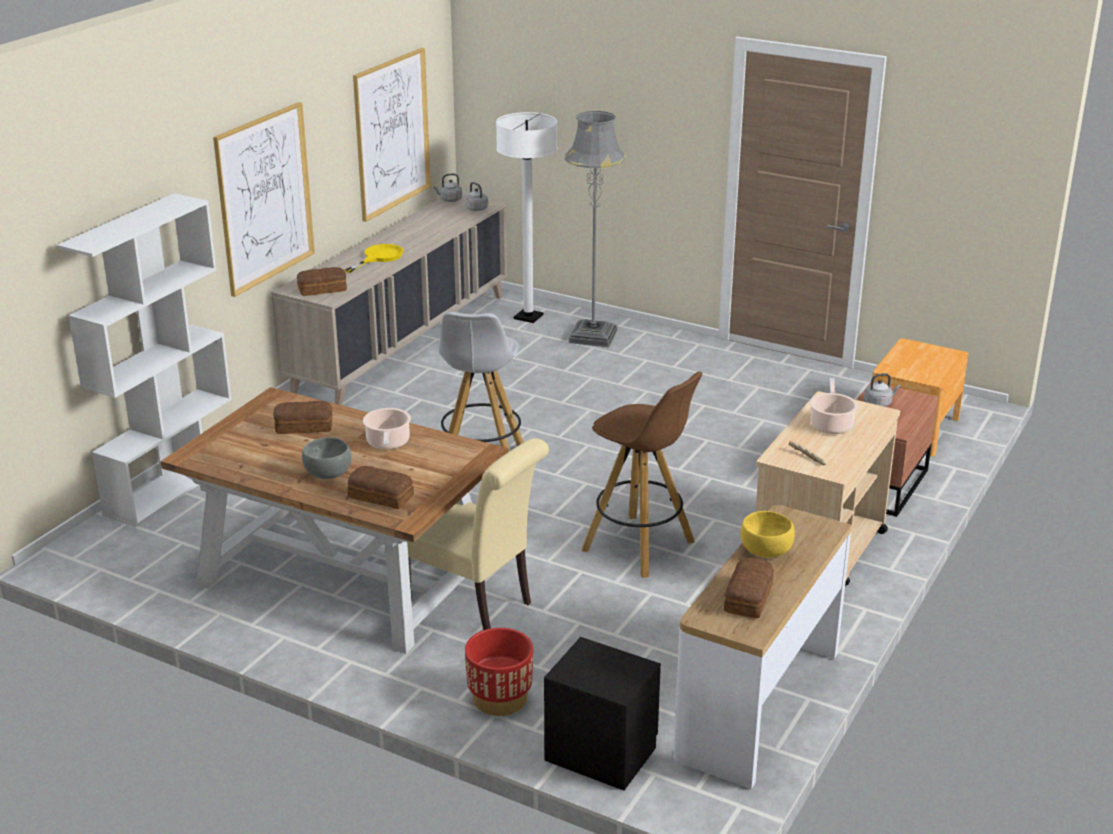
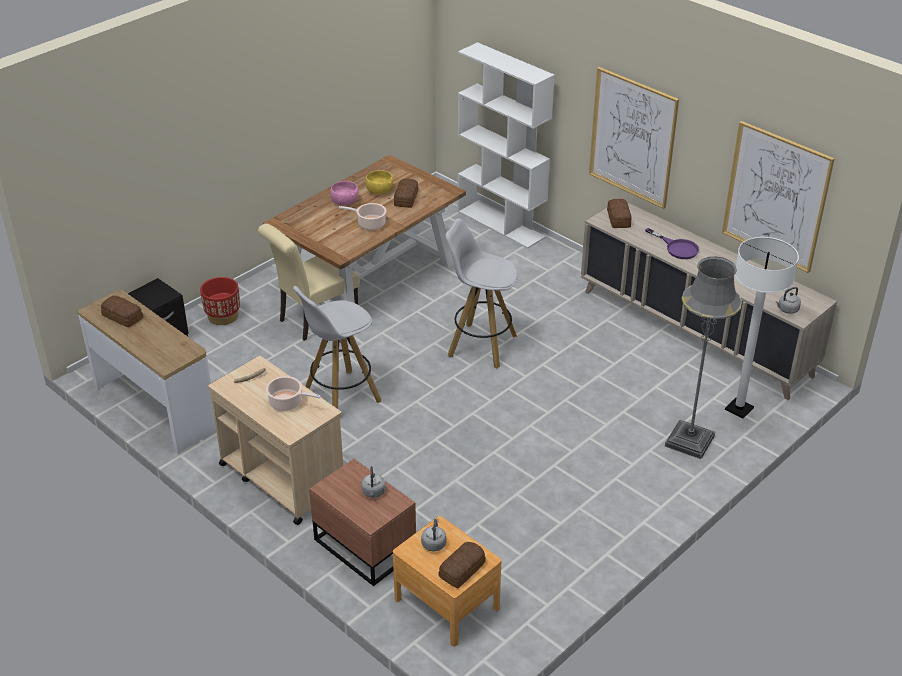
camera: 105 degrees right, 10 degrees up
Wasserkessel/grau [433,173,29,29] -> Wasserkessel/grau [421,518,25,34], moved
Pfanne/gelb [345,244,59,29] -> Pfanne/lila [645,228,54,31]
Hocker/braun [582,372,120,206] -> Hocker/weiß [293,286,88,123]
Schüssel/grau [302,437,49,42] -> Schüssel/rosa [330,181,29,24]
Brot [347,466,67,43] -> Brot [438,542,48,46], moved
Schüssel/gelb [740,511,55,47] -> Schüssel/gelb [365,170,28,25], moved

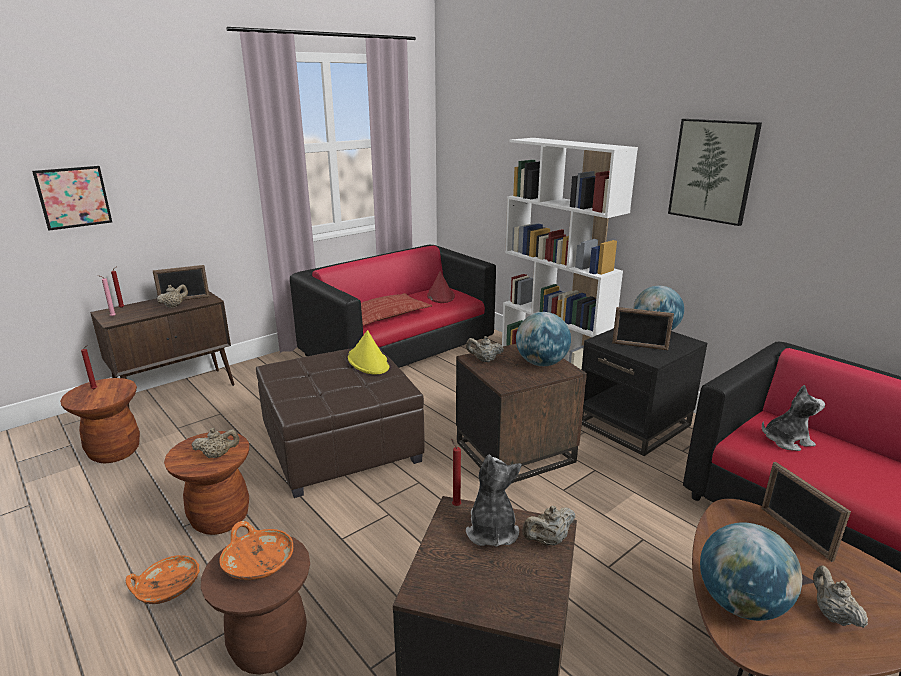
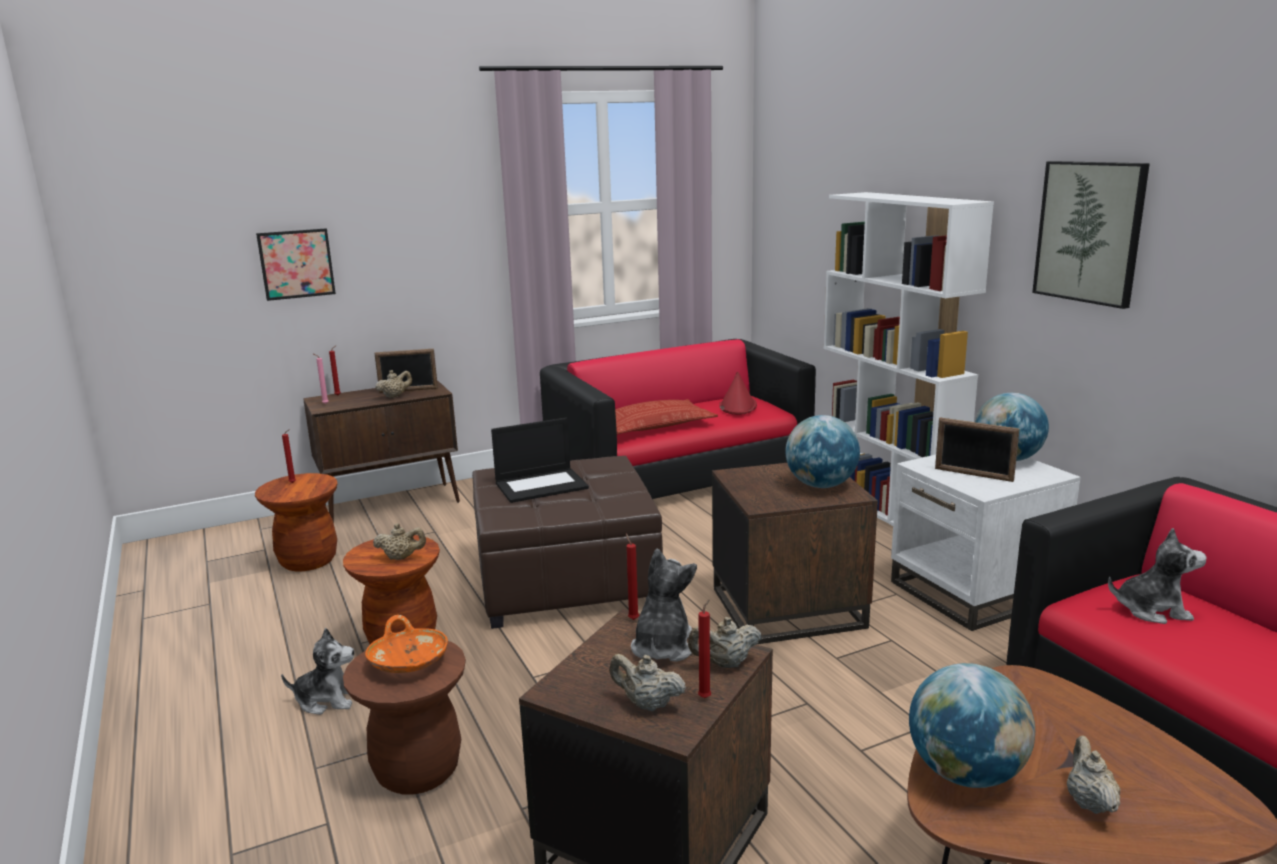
camera: 15 degrees right, 5 degrees down
Beistelltisch/schwarz [582,328,125,128] -> Beistelltisch/weiß [891,455,190,176]
Hut/gelb [348,330,42,45] -> none
Teekanne/beige [466,336,38,26] -> Teekanne/beige [609,654,77,57], moved
Bilderrahmen [761,462,90,100] -> none
Schüssel/orange [126,555,74,49] -> Plüschtier [281,628,73,87]
none -> Laptop [491,418,98,85]
none -> Kerze/rot [698,599,13,99]

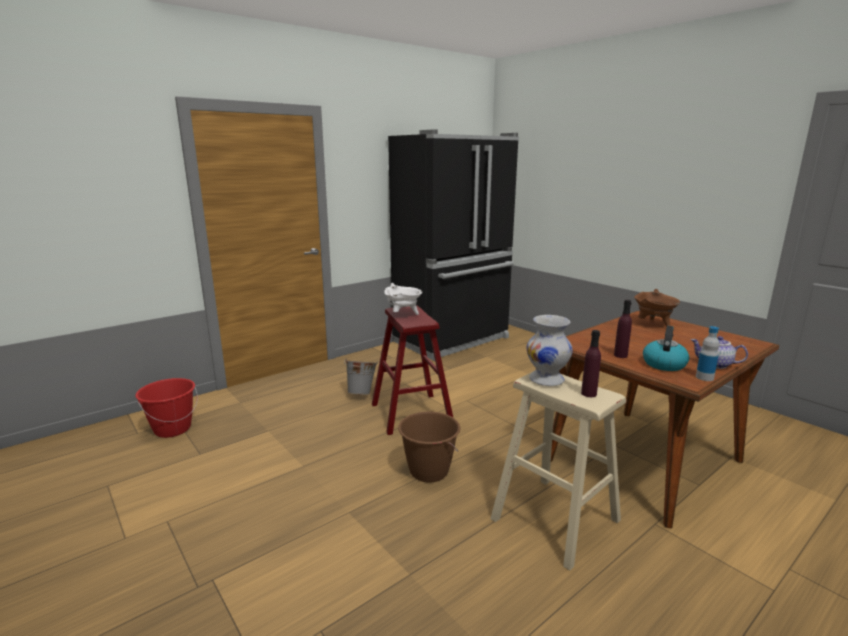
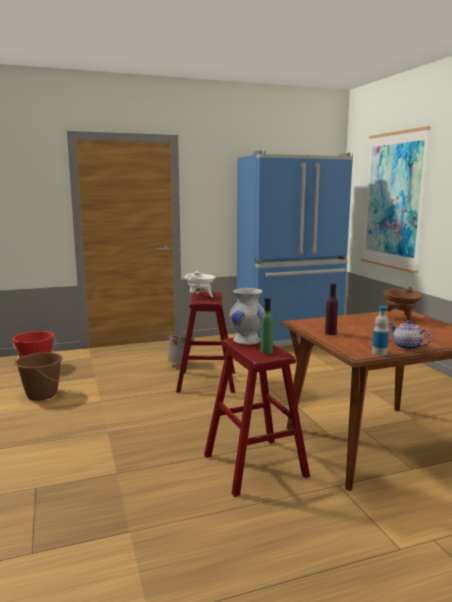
camera: 20 degrees right, 5 degrees down
Kühlschrank/schwarz [388,130,131,231] -> Kühlschrank/blau [237,150,116,197]
Wasserkessel [643,326,46,45] -> none
Flasche/lila [581,330,20,67] -> Flasche/grün [260,298,13,56]
Hocker/beige [490,371,136,200] -> Hocker/rot [204,335,106,162]
Eimer/braun [398,412,62,71] -> Eimer/braun [15,352,48,49], moved
none -> Bild [361,126,70,147]

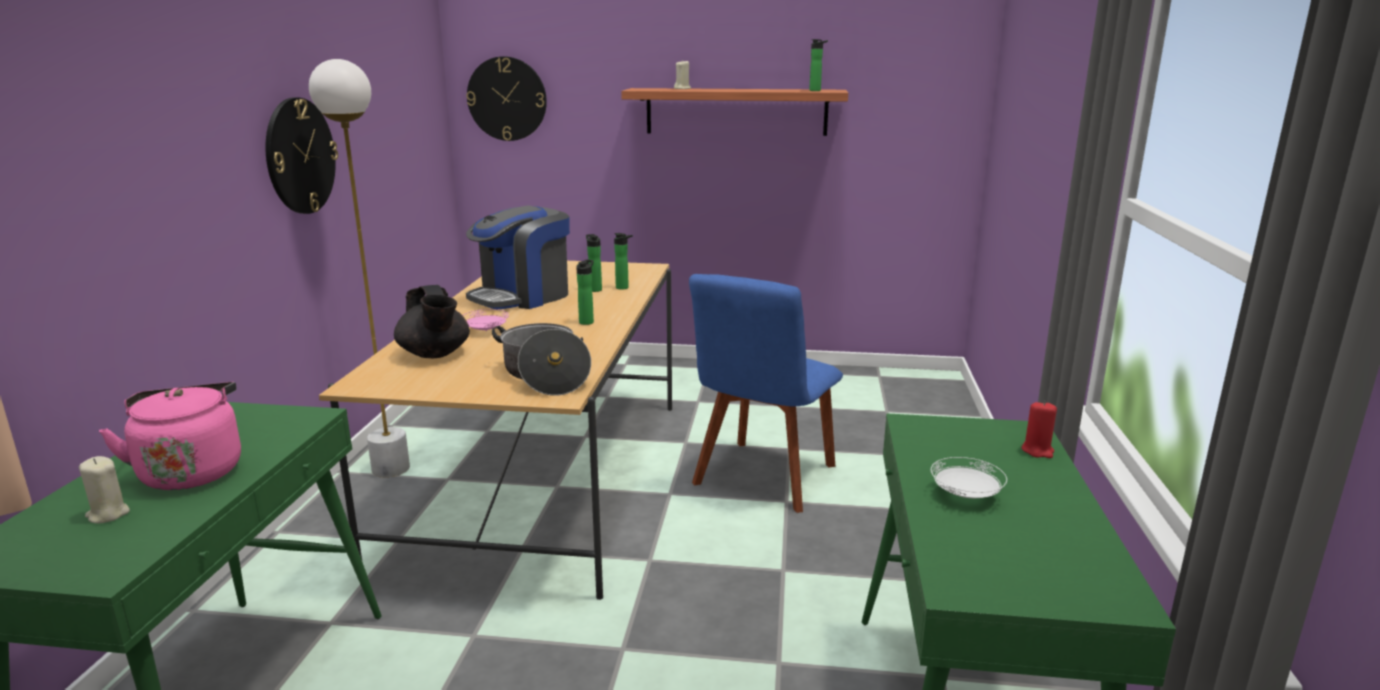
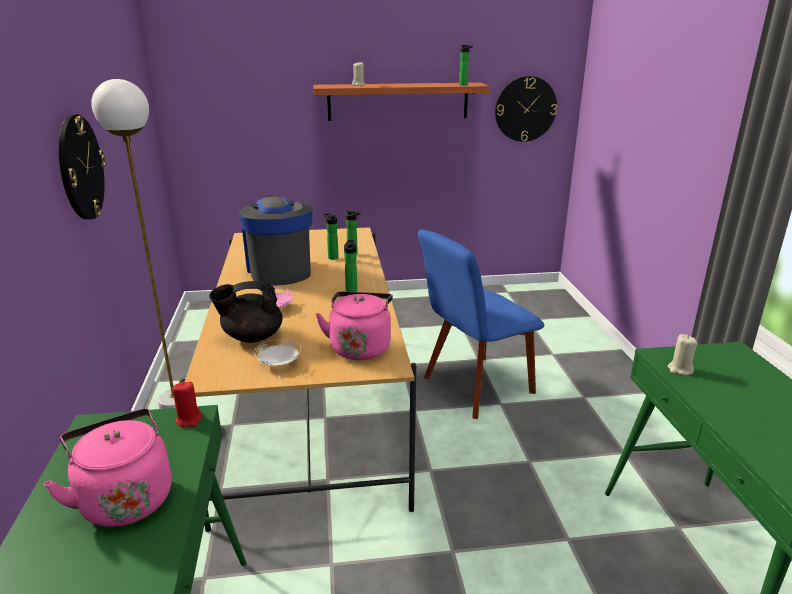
camera: 15 degrees left, 5 degrees up
Wanduhr [466,56,81,85] -> Wanduhr [495,76,62,66], moved
Kaffeemaschine [466,206,104,103] -> Kaffeemaschine [239,195,74,91], 135 degrees clockwise
Stuhl/blau [689,274,154,239] -> Stuhl/blau [418,229,126,190], 45 degrees clockwise
Teekanne/schwarz [394,285,76,73] -> Teekanne/schwarz [209,281,74,62], 120 degrees clockwise
Kochtopf [492,323,99,73] -> Wasserkessel/rosa [316,291,77,69]
Kerze/rot [1022,401,35,57] -> Kerze/rot [172,381,30,47], moved
Kerze/beige [79,456,51,67] -> Kerze/beige [668,334,29,41], moved
Teller/weiß [931,457,76,42] -> Teller/weiß [254,339,47,27], moved

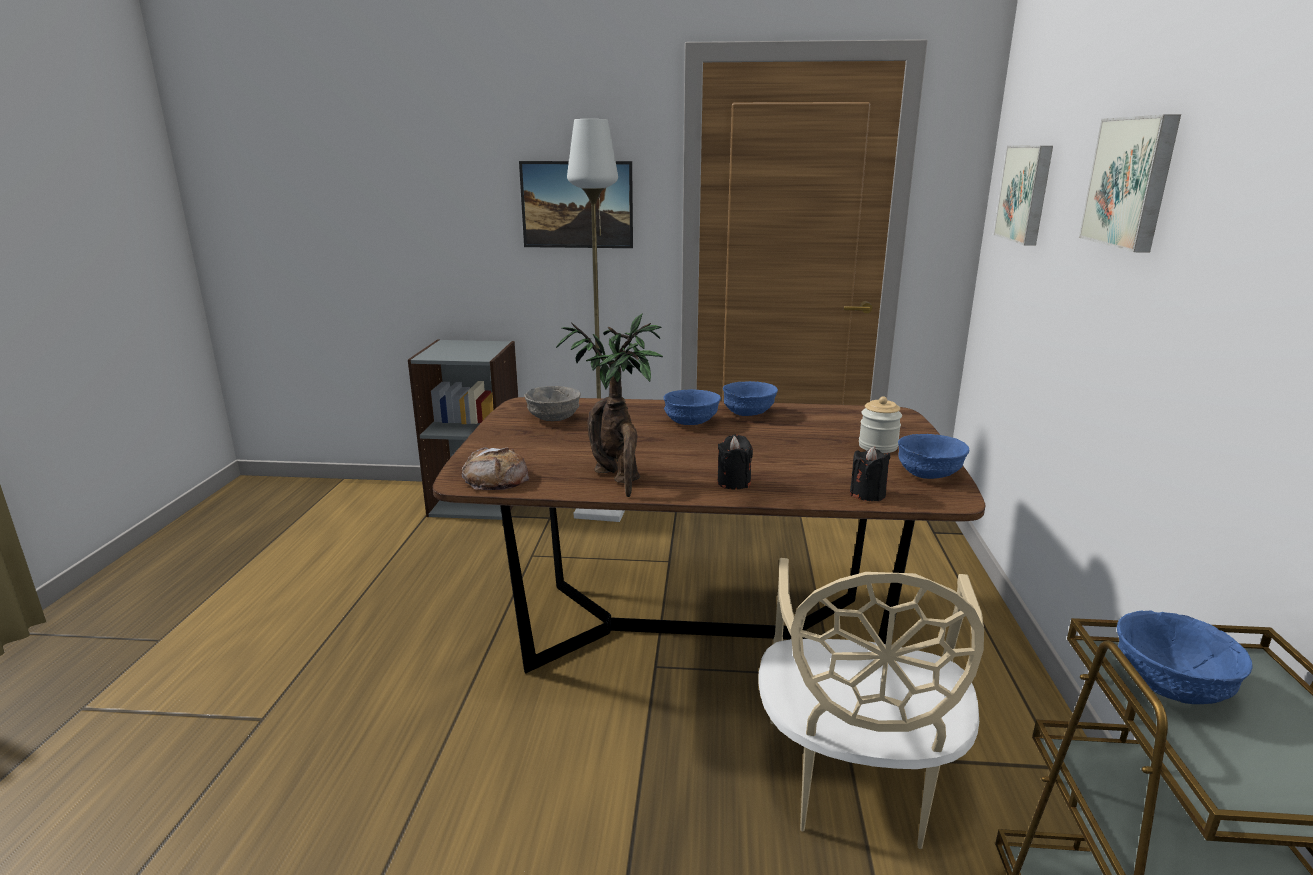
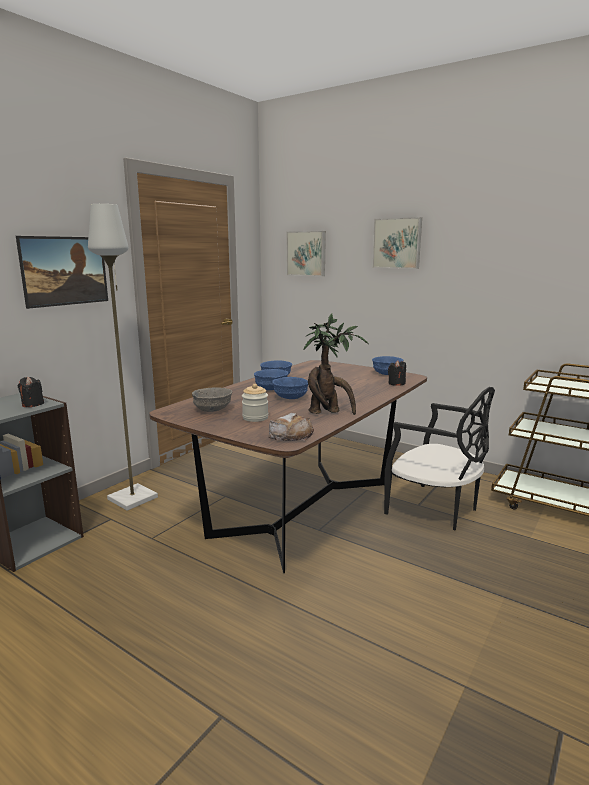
camera: 60 degrees left, 5 degrees down
Vorratsglas [859,397,43,56] -> Vorratsglas [242,384,26,38], moved
Kerze/schwarz [717,435,36,54] -> Kerze/schwarz [18,377,26,30], moved
Stuhl/beige [758,558,226,291] -> Stuhl/schwarz [384,387,111,144]
Schüssel/blau [1117,610,136,94] -> Schüssel/blau [272,377,36,22], moved

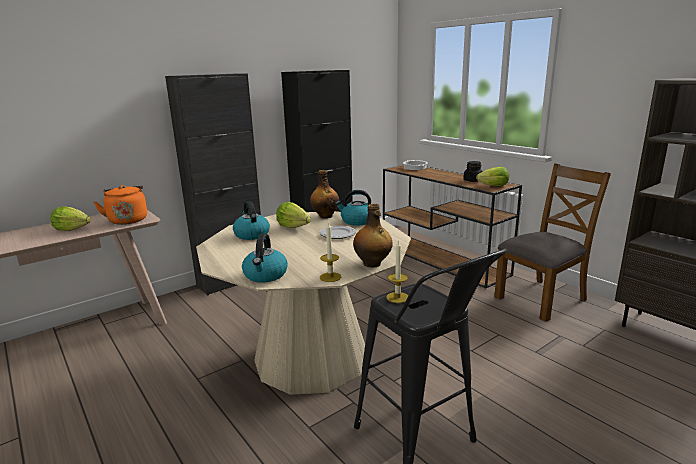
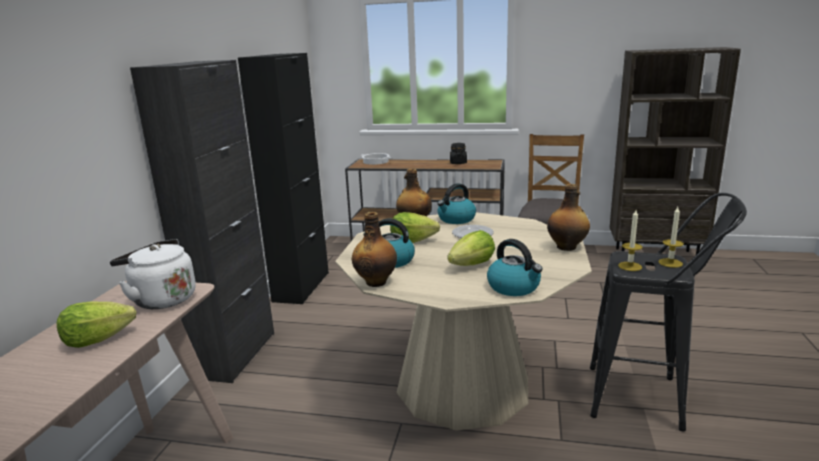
camera: 40 degrees left, 0 degrees up
Salatkopf [476,167,33,19] -> Salatkopf [447,230,48,36], moved
Wasserkessel/orange [94,185,53,40] -> Wasserkessel/weiß [110,239,86,70]
Kerze [320,223,21,59] -> Kerze [658,207,26,61], moved
none -> Flasche [352,212,45,75]

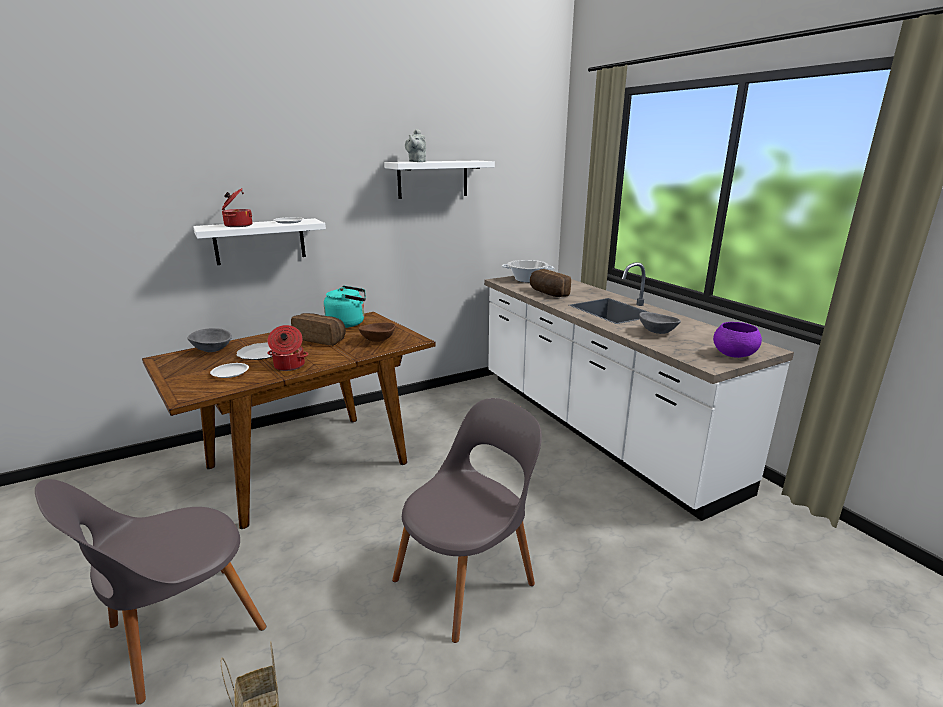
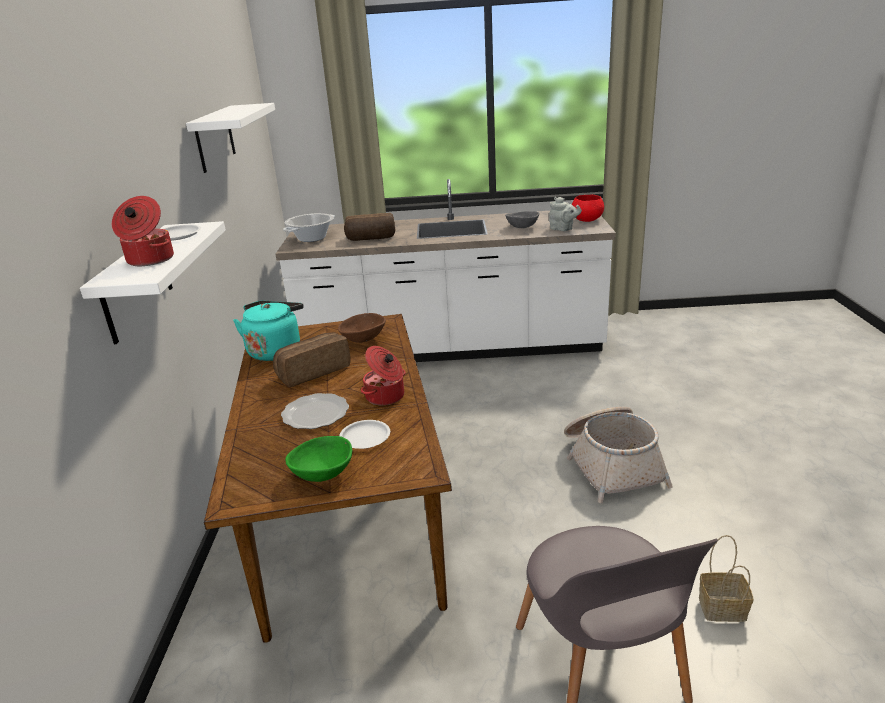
camera: 60 degrees left, 5 degrees up
Teekanne/grau [405,129,21,33] -> Teekanne/grau [549,197,33,34], moved
Schüssel/lila [713,322,49,36] -> Schüssel/rot [572,195,32,27]
Schüssel/grau [187,328,45,24] -> none
Stuhl/grau [392,398,150,245] -> Korb [564,407,109,96]
none -> Schüssel/grün [285,436,67,46]

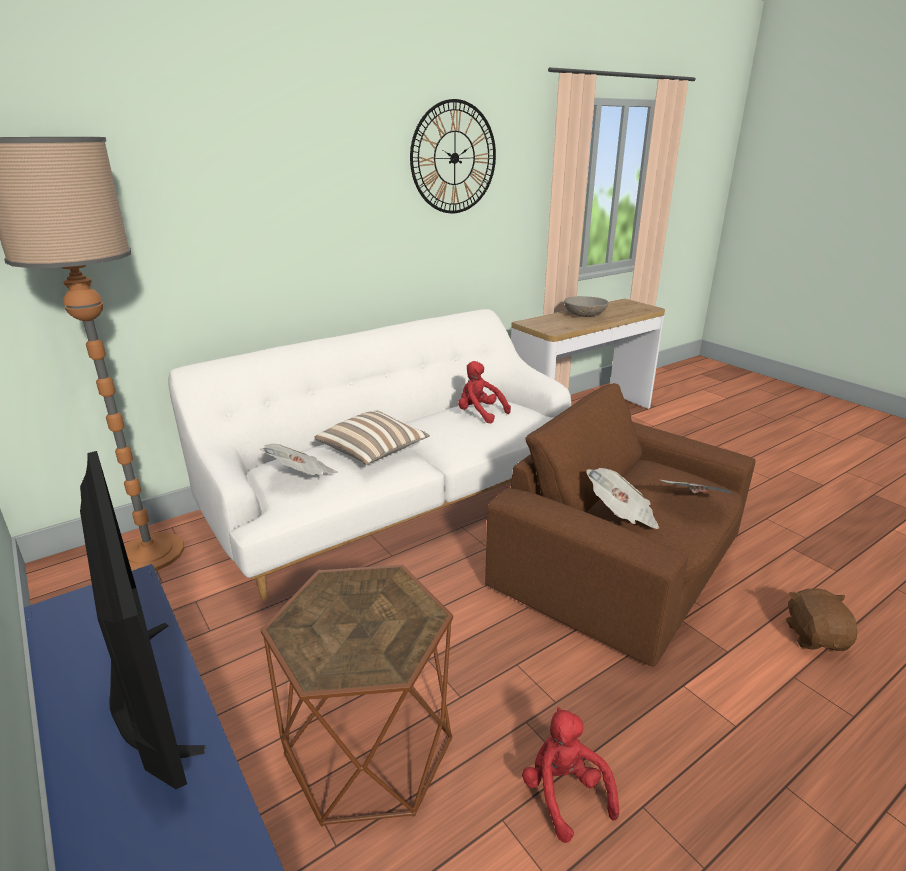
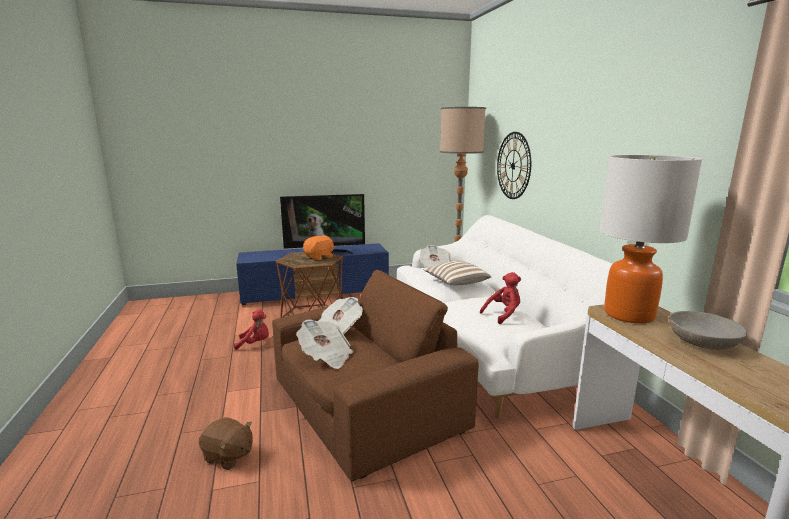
camera: 110 degrees right, 10 degrees down
Wanduhr [410,99,86,114] -> Wanduhr [497,132,34,67], moved
none -> Tischlampe [599,155,103,169]
none -> Plüschtier/orange [303,236,31,25]

